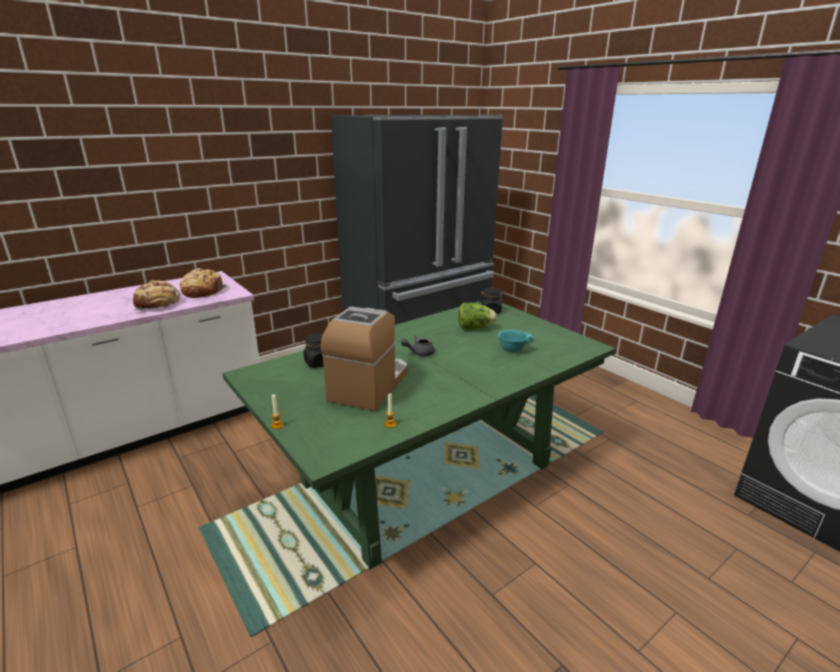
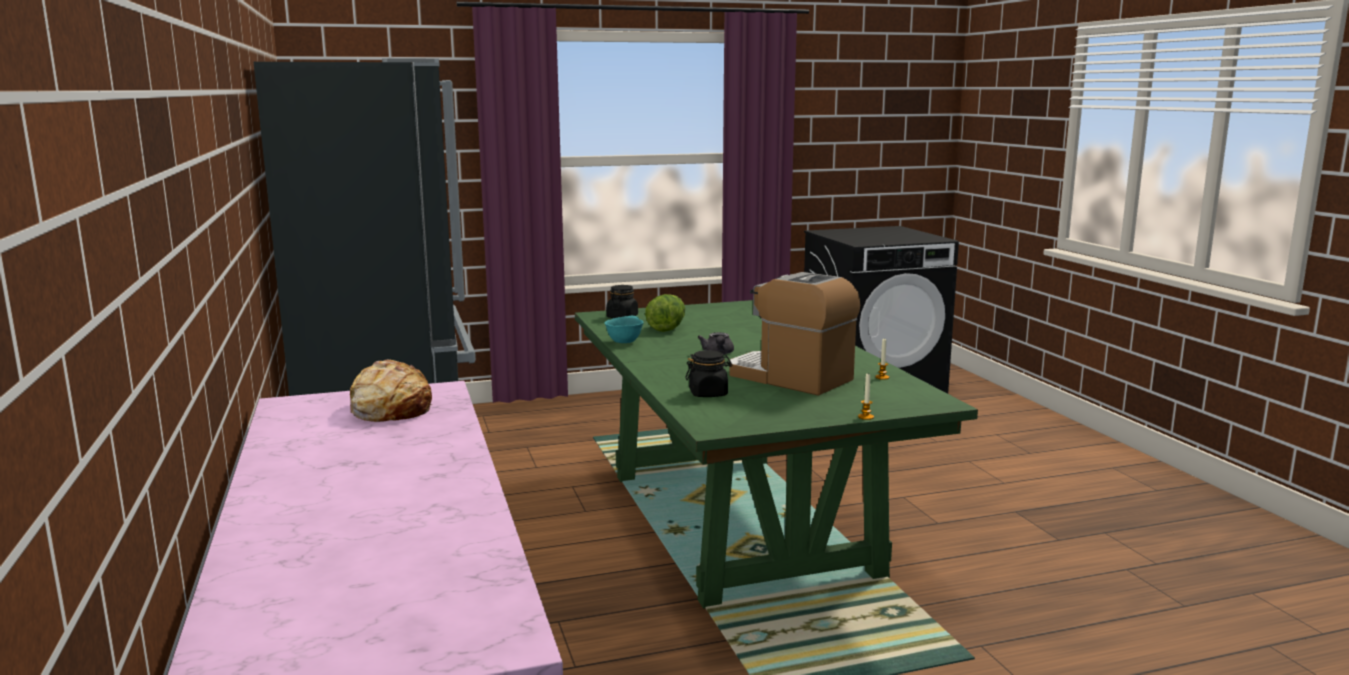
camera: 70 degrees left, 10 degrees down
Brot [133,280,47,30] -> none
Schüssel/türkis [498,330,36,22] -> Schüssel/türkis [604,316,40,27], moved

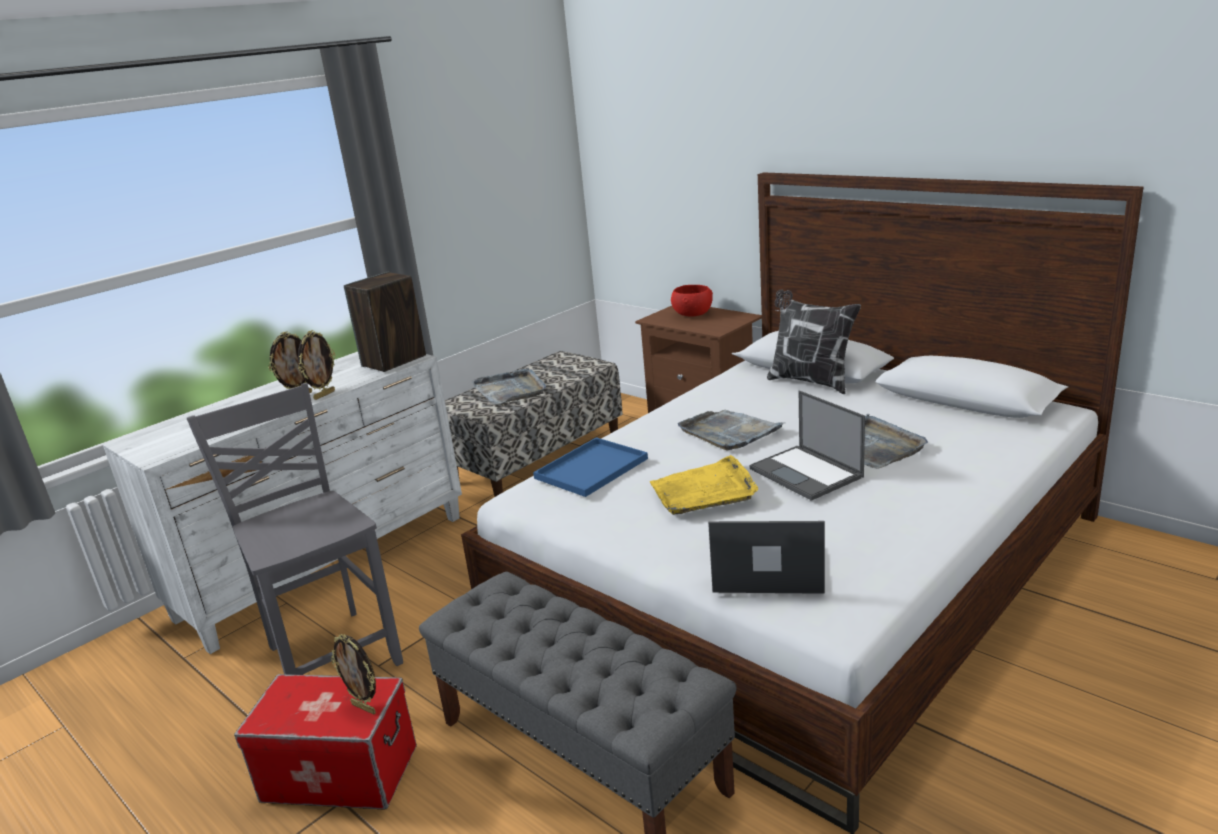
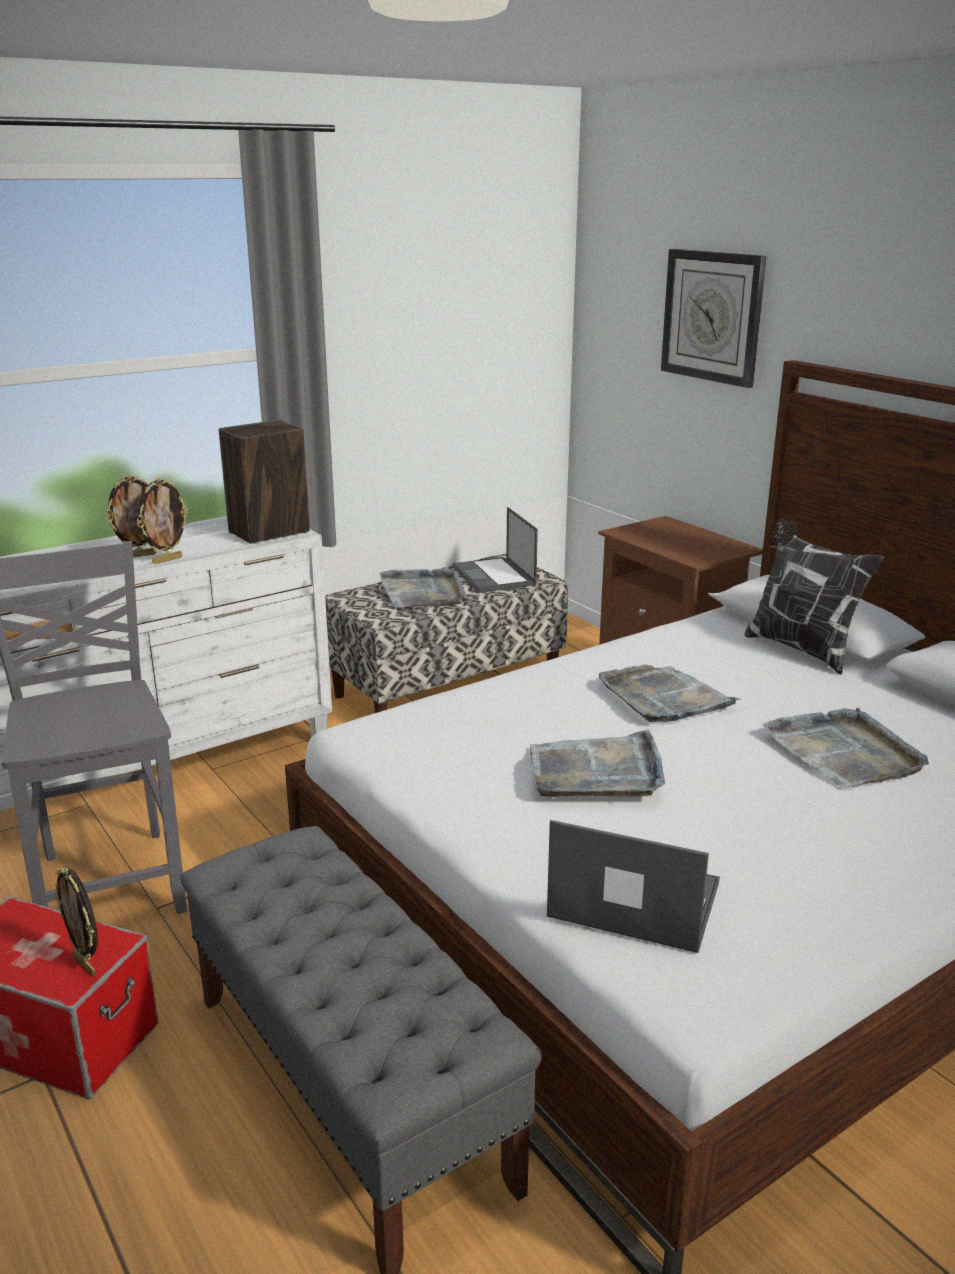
camera: 10 degrees right, 0 degrees up
Schüssel/rot [671,285,42,32] -> none
Laptop [750,390,115,111] -> Laptop [452,507,86,86], moved
Tablett/blau [533,437,115,60] -> none
Tablett/gelb [650,455,109,60] -> Tablett/grau [530,730,135,67]
none -> Wanduhr [661,249,105,139]

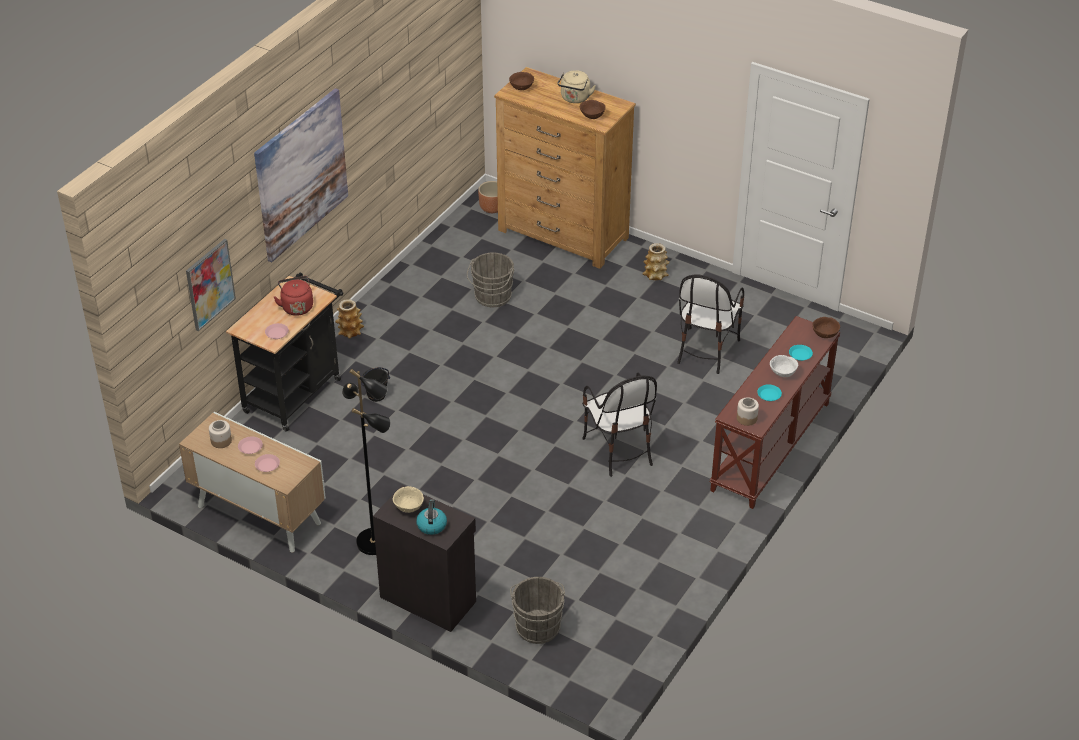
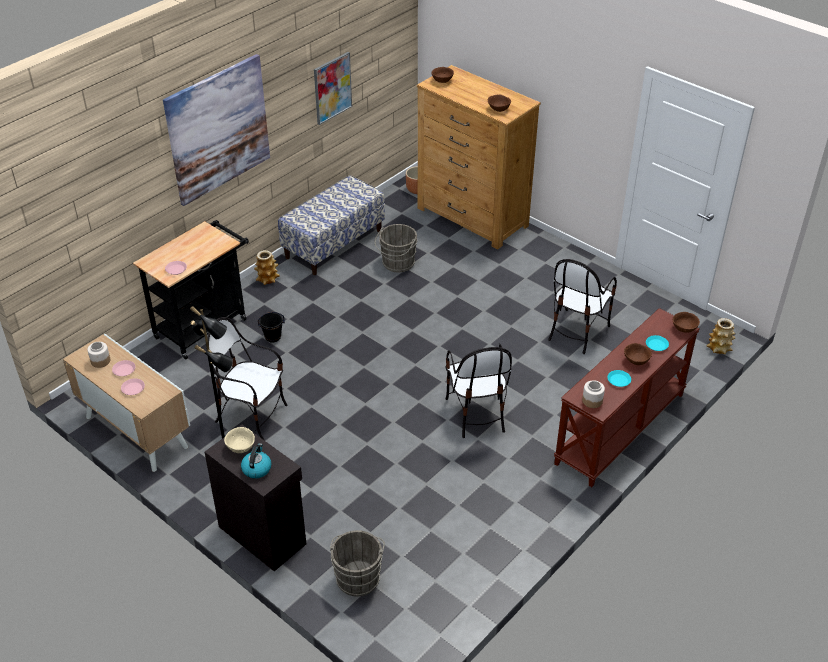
camera: 10 degrees right, 0 degrees up
Wasserkessel/beige [558,70,38,33] -> none
Bild [186,239,50,92] -> Bild [314,52,38,73], moved
Vase [642,243,28,37] -> Vase [706,318,30,36], moved
Wasserkessel/rot [274,276,39,40] -> none
Schüssel/weiß [770,355,28,22] -> Schüssel/braun [624,343,28,22]
none -> Bank [278,175,107,100]
none -> Stuhl [206,317,82,123]

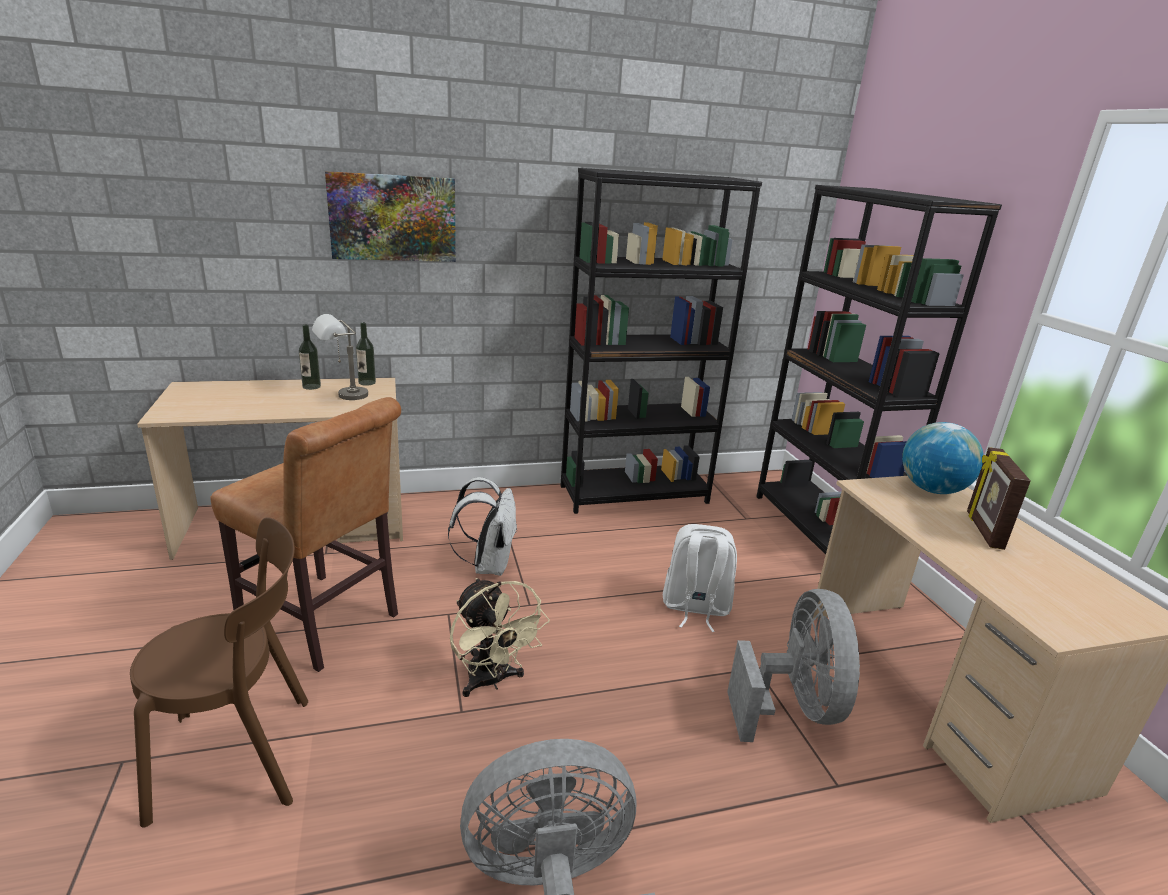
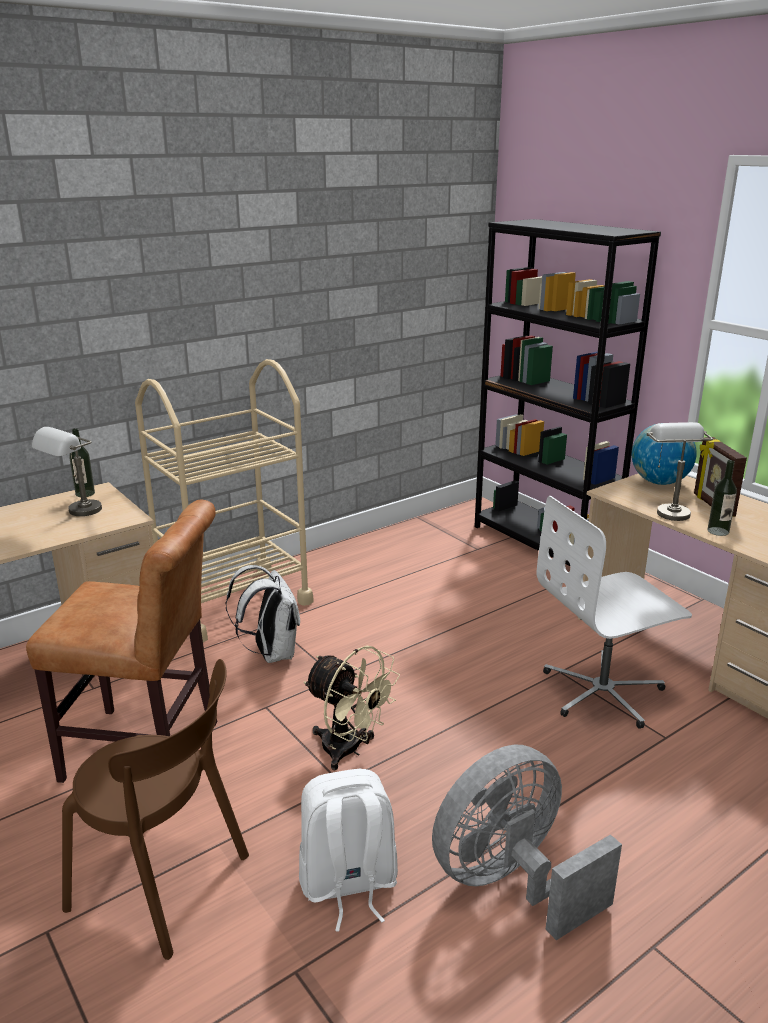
camera: 20 degrees left, 0 degrees up
Bücherregal/schwarz [561,168,201,346] -> none
Bild [325,171,131,91] -> none
Flasche [299,324,22,66] -> Flasche [708,460,29,76], moved
Stuhl/braun [130,517,178,311] -> Stuhl/braun [62,659,187,301], 60 degrees clockwise
Rucksack/weiß [663,524,74,108] -> Rucksack/weiß [299,769,99,162], moved
Ventilator/grau [727,589,133,153] -> Bürostuhl/weiß [537,496,155,233]
none -> Rollwagen/beige [135,359,179,284]
none -> Tischlampe/grau [647,422,66,99]

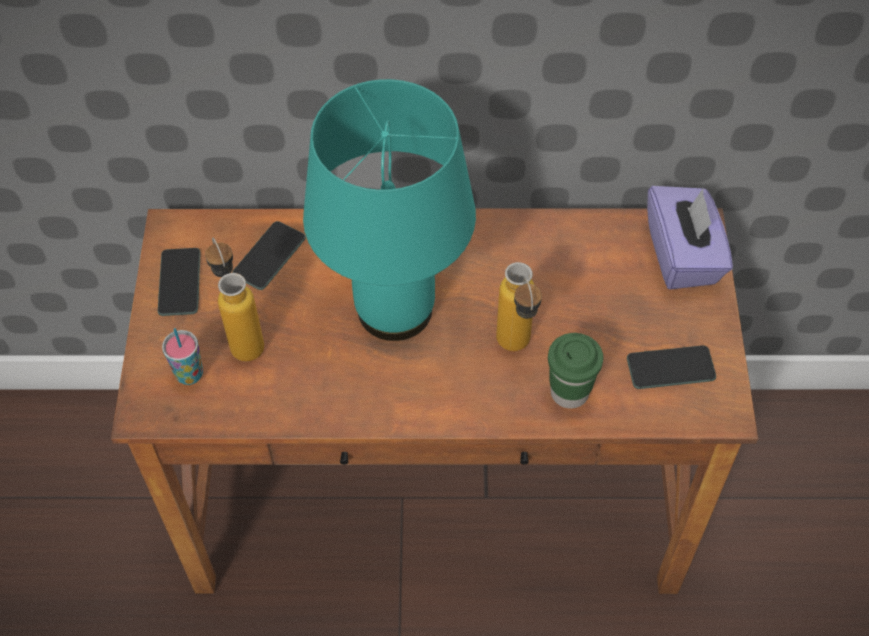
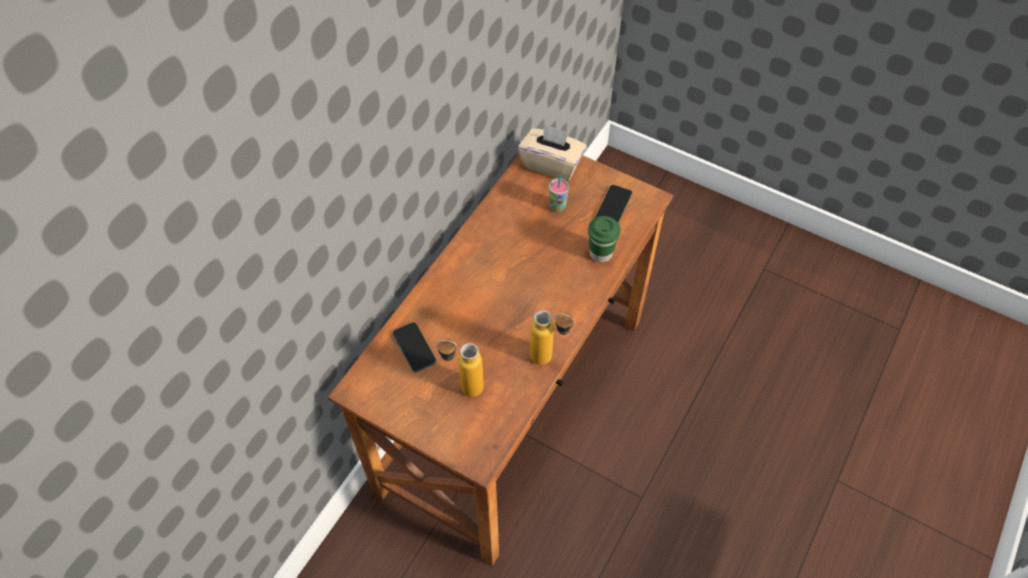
camera: 60 degrees left, 0 degrees up
Tischlampe/türkis [303,79,173,262] -> none
Taschentuchbox/lila [647,186,86,104] -> Taschentuchbox/beige [518,124,69,57]
Handy [158,248,43,68] -> none
Flasche [496,262,46,89] -> Flasche [530,310,44,55], moved
Tasse [162,328,41,57] -> Tasse [549,175,20,37], moved

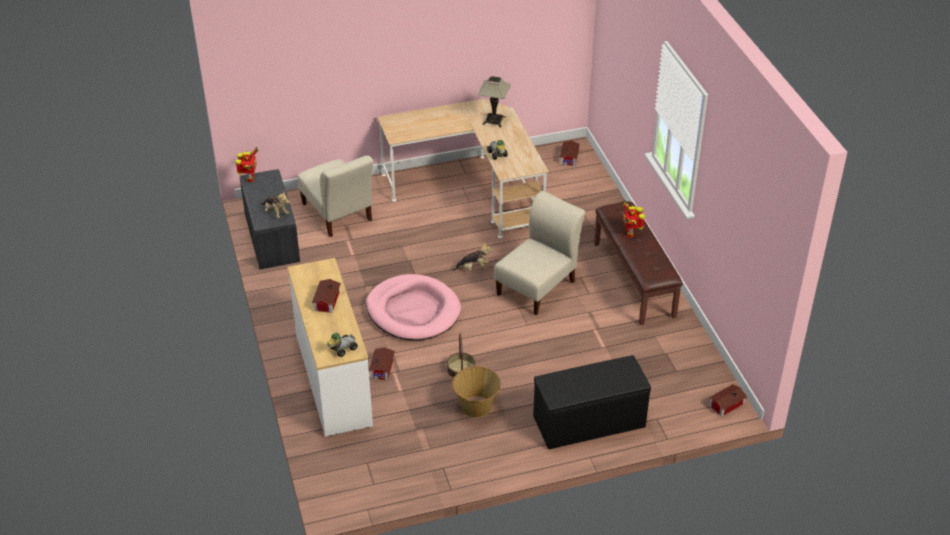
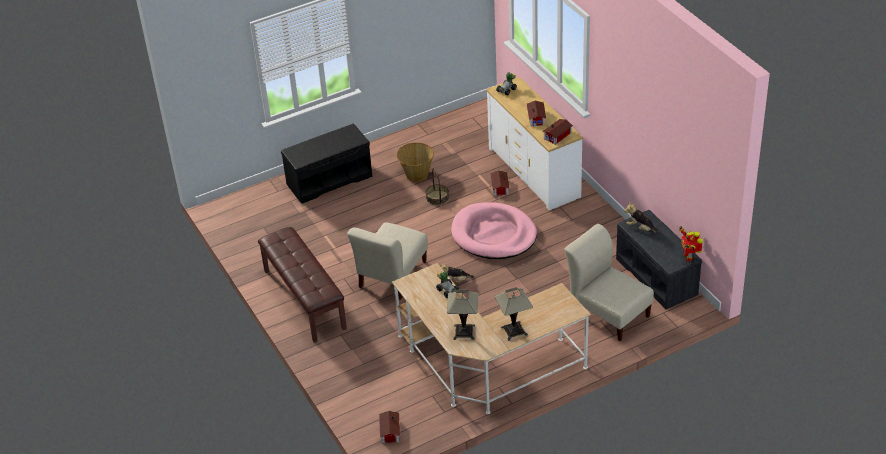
camera: 170 degrees right, 0 degrees up
Spielzeugroboter [622,200,23,38] -> none
Spielzeughaus [709,384,38,33] -> Spielzeughaus [542,119,31,26], moved
none -> Tischlampe [494,287,39,54]

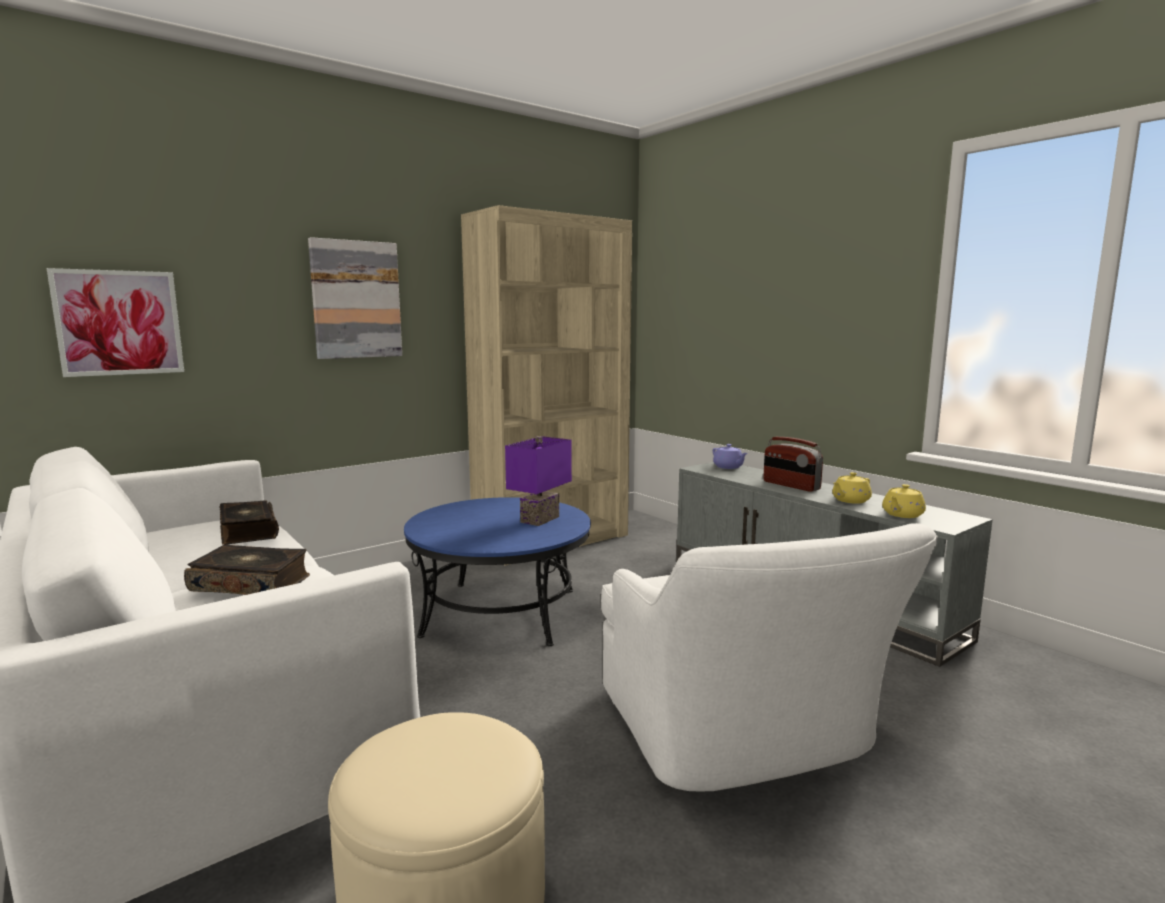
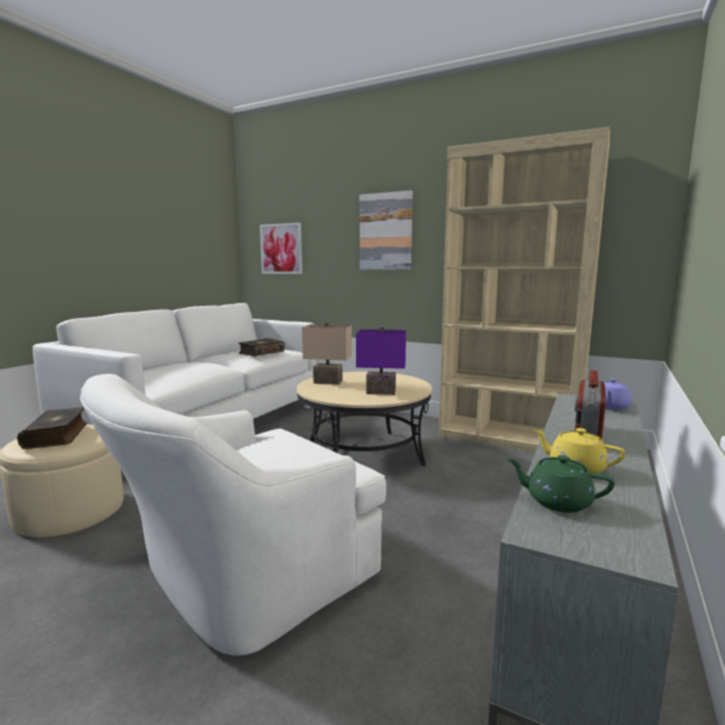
camera: 65 degrees right, 0 degrees up
Teekanne/gelb [882,484,44,34] -> Teekanne/grün [507,455,108,58]
Couchtisch/blau [404,497,187,149] -> Couchtisch/beige [297,371,135,95]
Buch [184,545,126,50] -> Buch [17,407,70,42], moved
none -> Tischlampe/beige [302,322,50,63]

